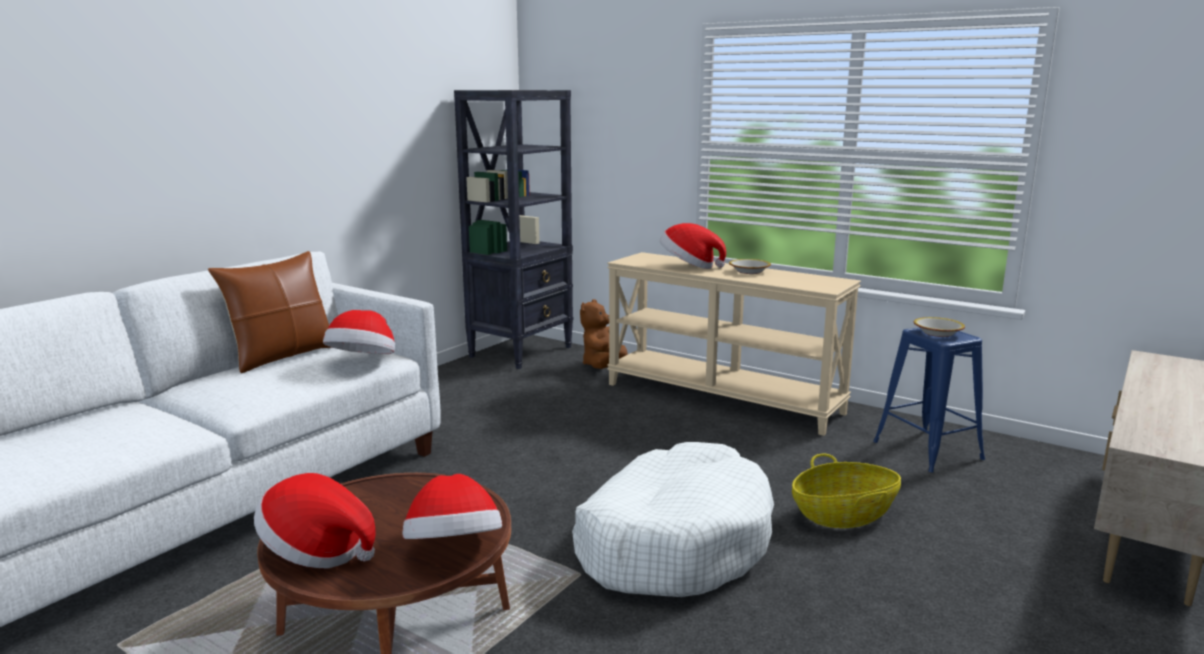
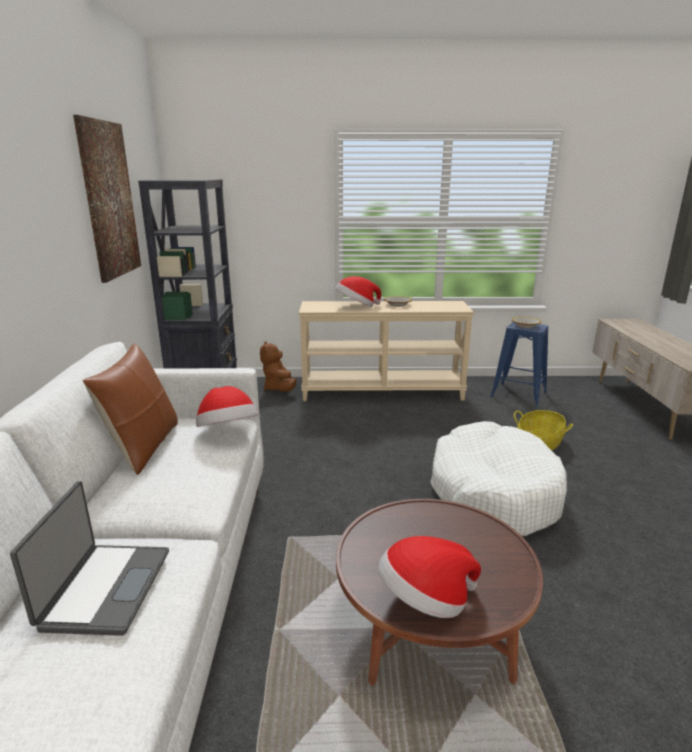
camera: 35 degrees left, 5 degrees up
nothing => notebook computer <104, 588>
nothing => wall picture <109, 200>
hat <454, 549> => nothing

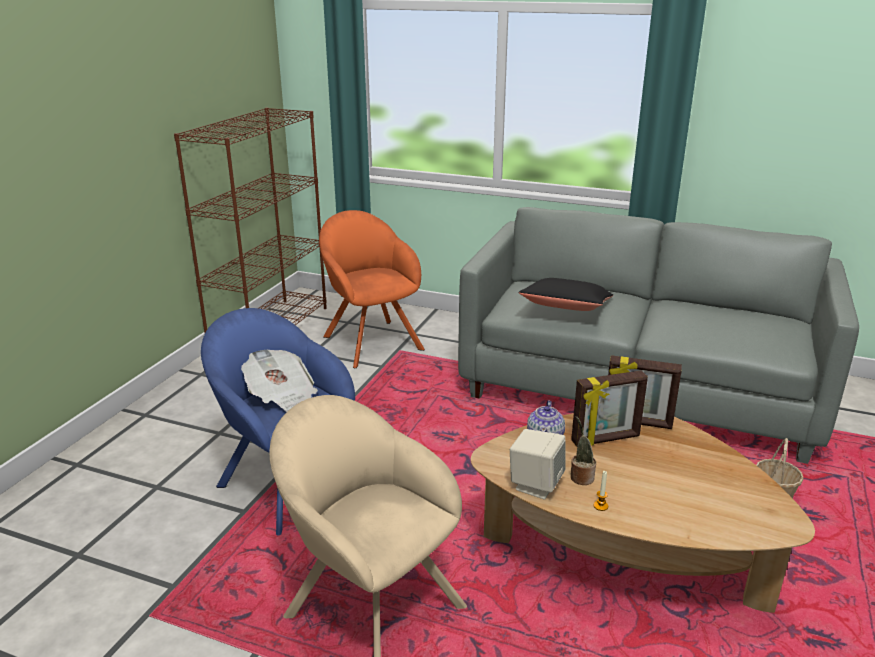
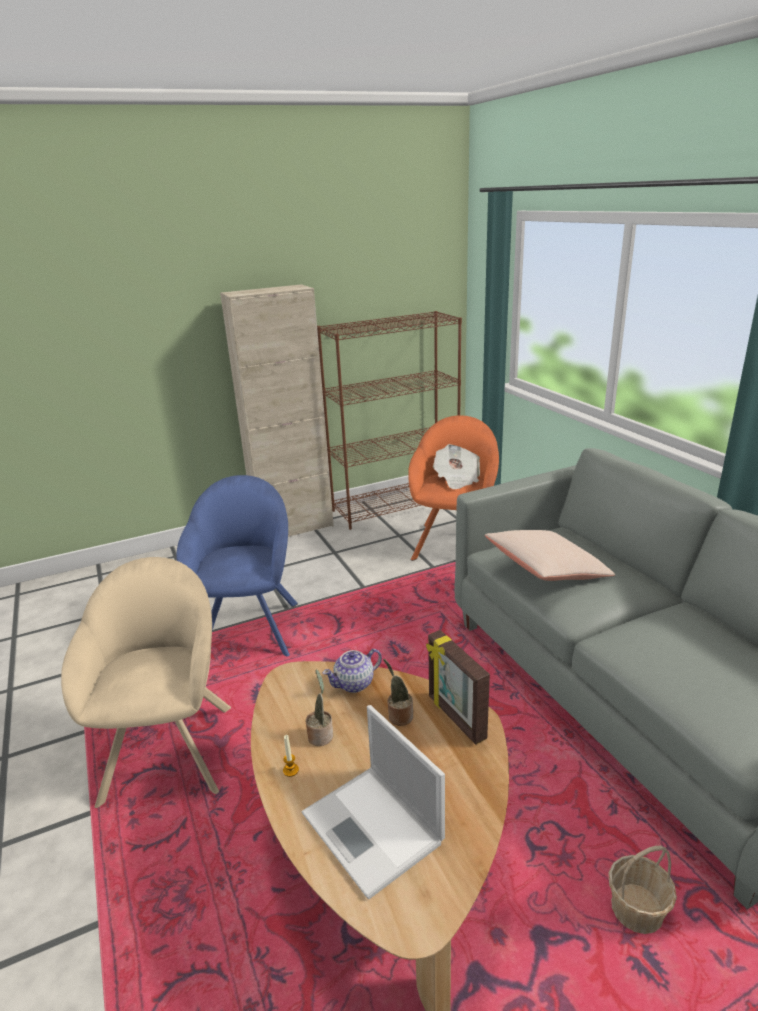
camera: 45 degrees right, 0 degrees up
nothing => beige-coloured cabinet <294, 528>
nothing => notebook computer <374, 829>
picture frame <606, 439> => houseplant <399, 716>
newspaper <281, 397> => newspaper <456, 479>, move
black-coloured throw pillow <566, 309> => beige-coloured throw pillow <546, 571>
beige-coloured loudspeaker <535, 484> => nothing

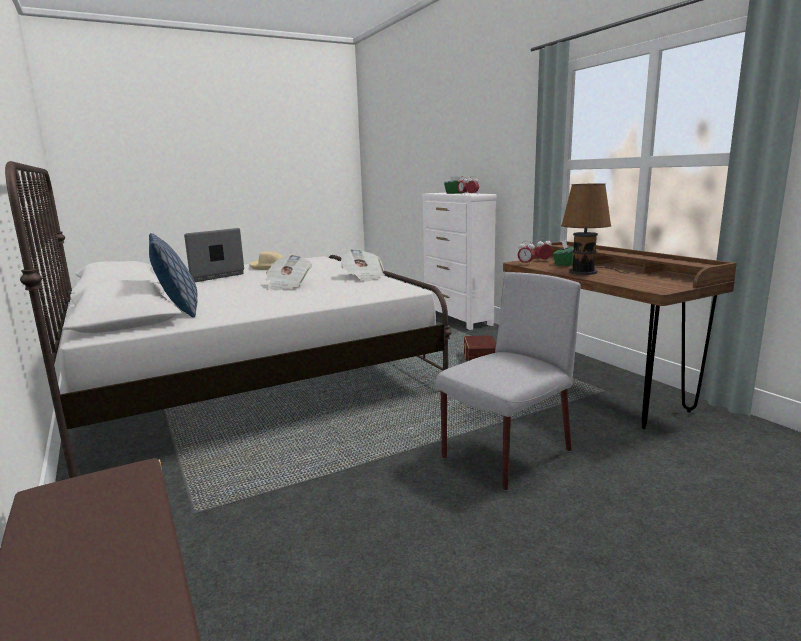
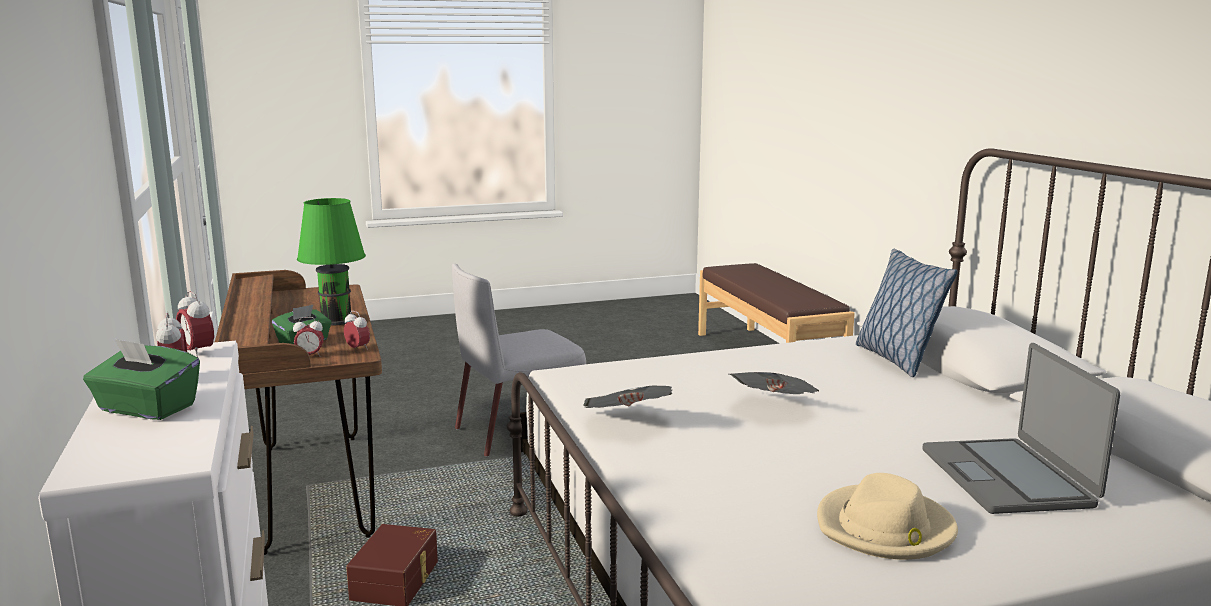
camera: 170 degrees left, 0 degrees up
brown tabletop lamp <586, 272> => greenish tabletop lamp <331, 320>
notebook computer <208, 276> => notebook computer <1008, 477>, 120 degrees clockwise

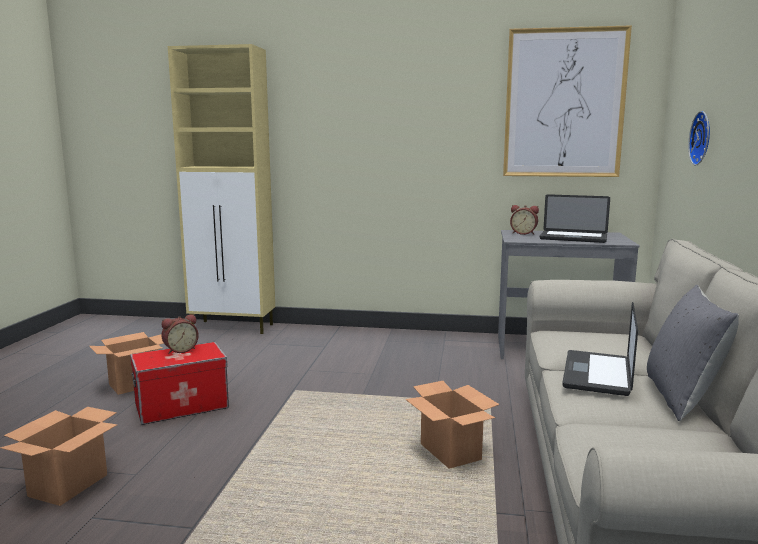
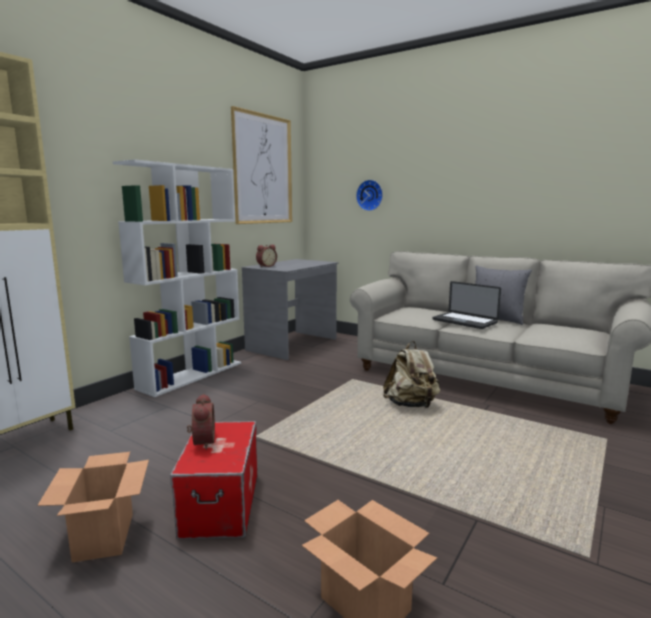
camera: 65 degrees left, 0 degrees up
nothing => whitish shelving unit <191, 375>
cardboard box <451, 453> => beige-coloured backpack <411, 405>
notebook computer <573, 238> => nothing

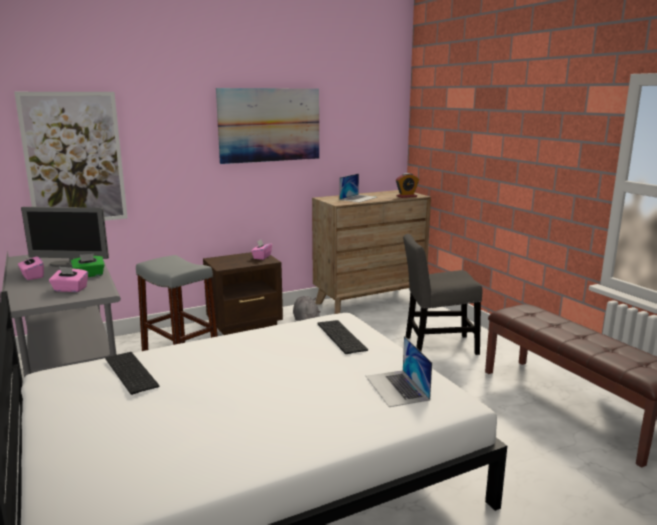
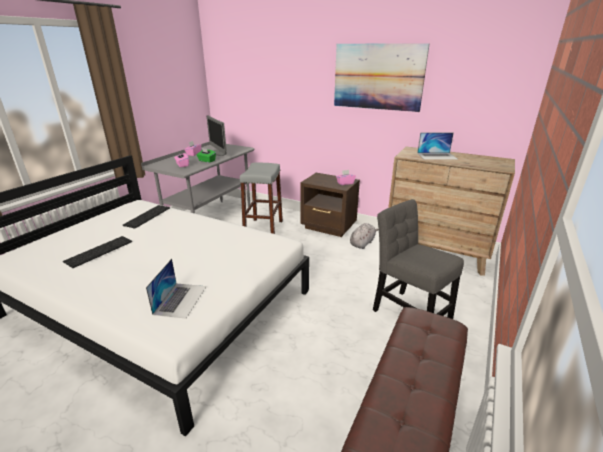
camera: 55 degrees right, 10 degrees up
PC keyboard <339, 336> => PC keyboard <99, 251>, move
notebook computer <397, 388> => notebook computer <180, 299>, 150 degrees clockwise
wall picture <74, 159> => nothing
alarm clock <406, 196> => nothing

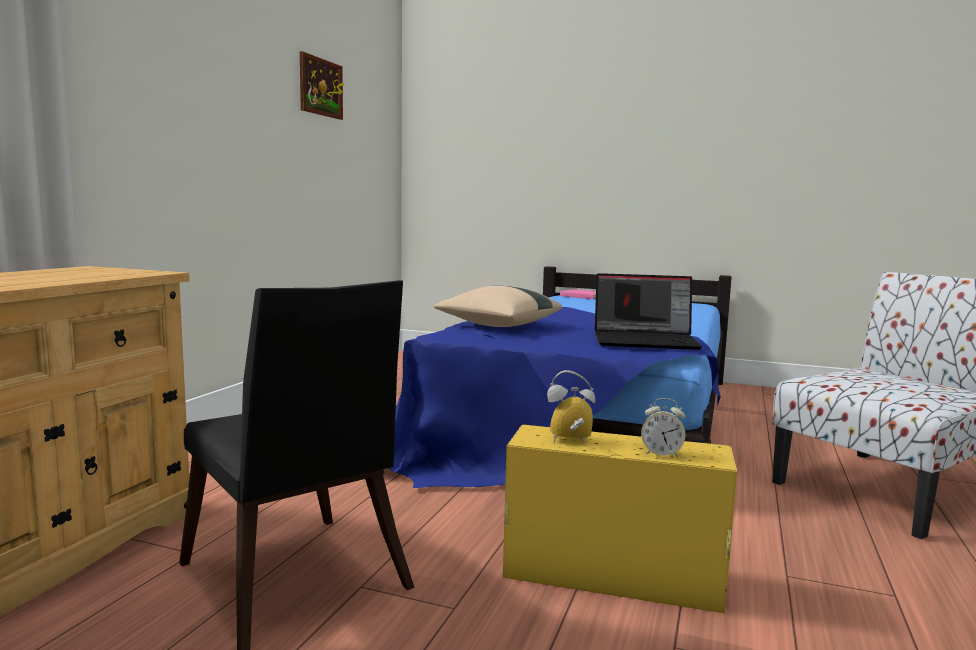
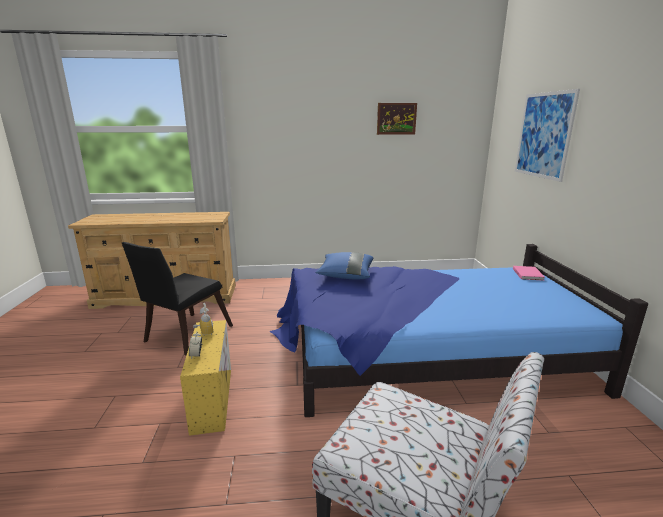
camera: 65 degrees right, 10 degrees up
beige-coloured throw pillow <497, 326> => blue throw pillow <345, 275>
nothing => wall picture <544, 135>
notebook computer <646, 341> => nothing

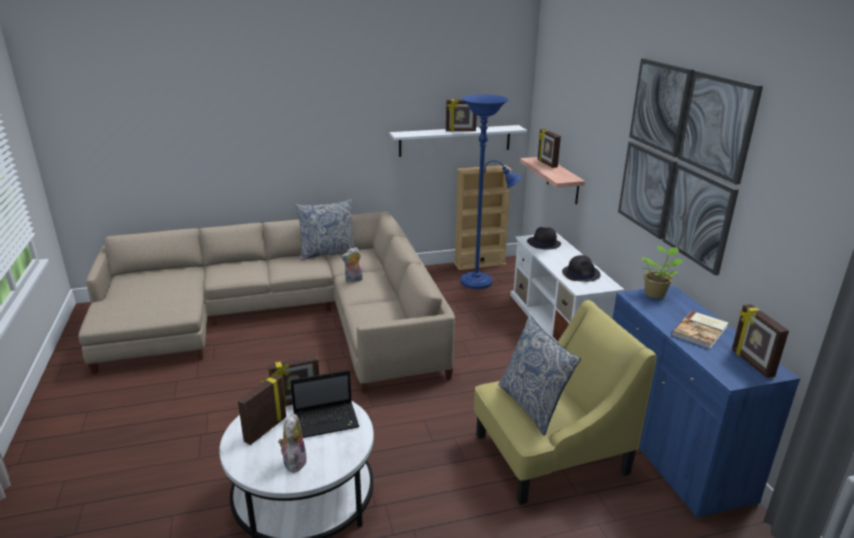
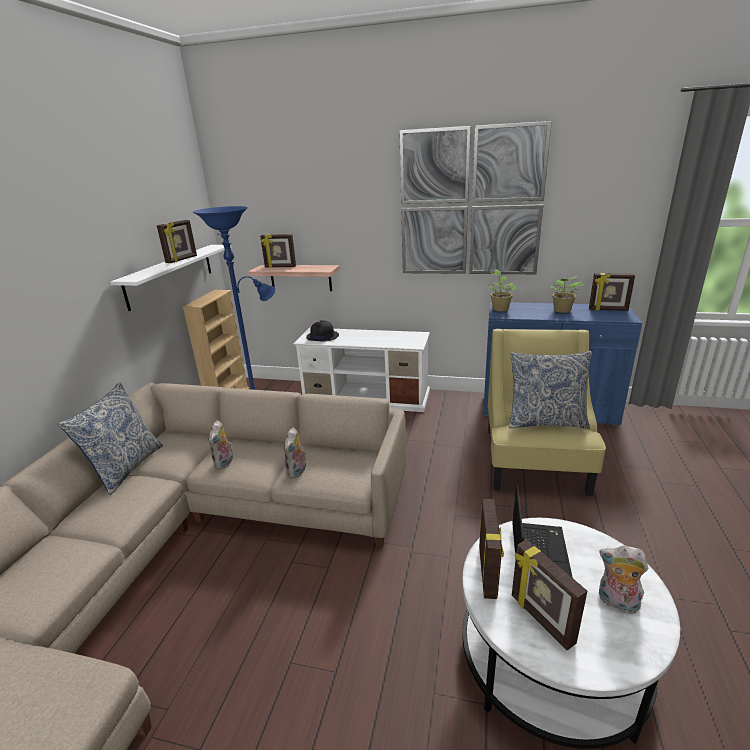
camera: 60 degrees left, 0 degrees up
nothing => cuddly toy <297, 472>
volume <701, 331> => houseplant <562, 311>
black-coloured hat <581, 274> => nothing

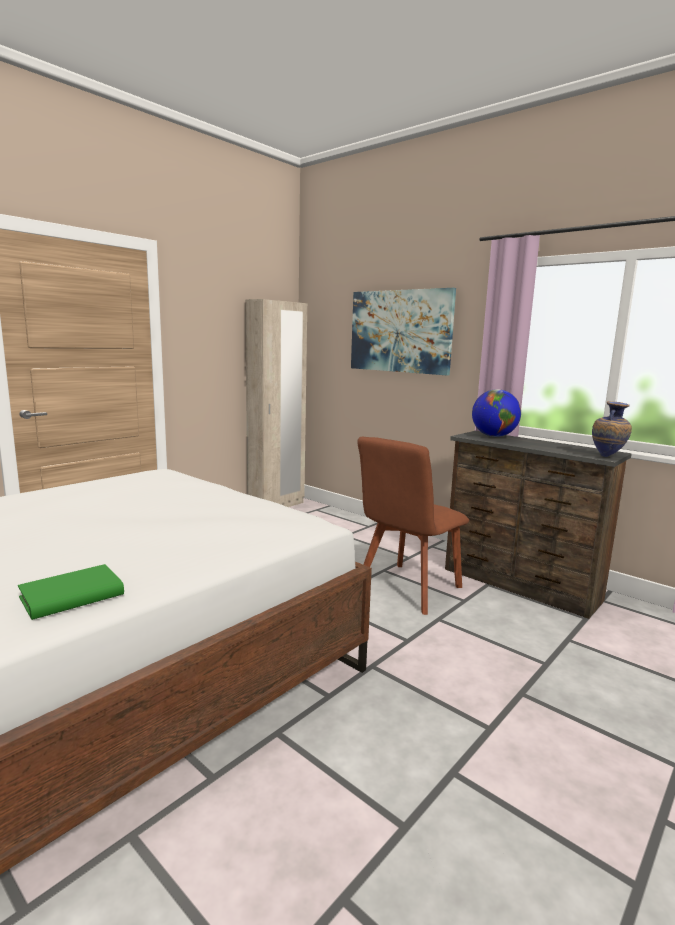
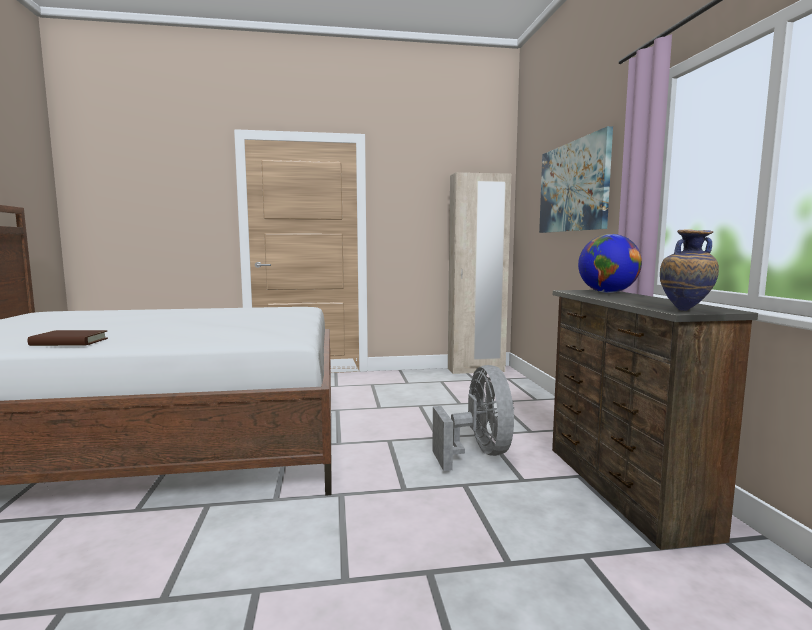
camera: 40 degrees right, 5 degrees down
greenish volume <72, 596> => brown volume <69, 342>
brown chair <406, 589> => gray electric fan <478, 454>

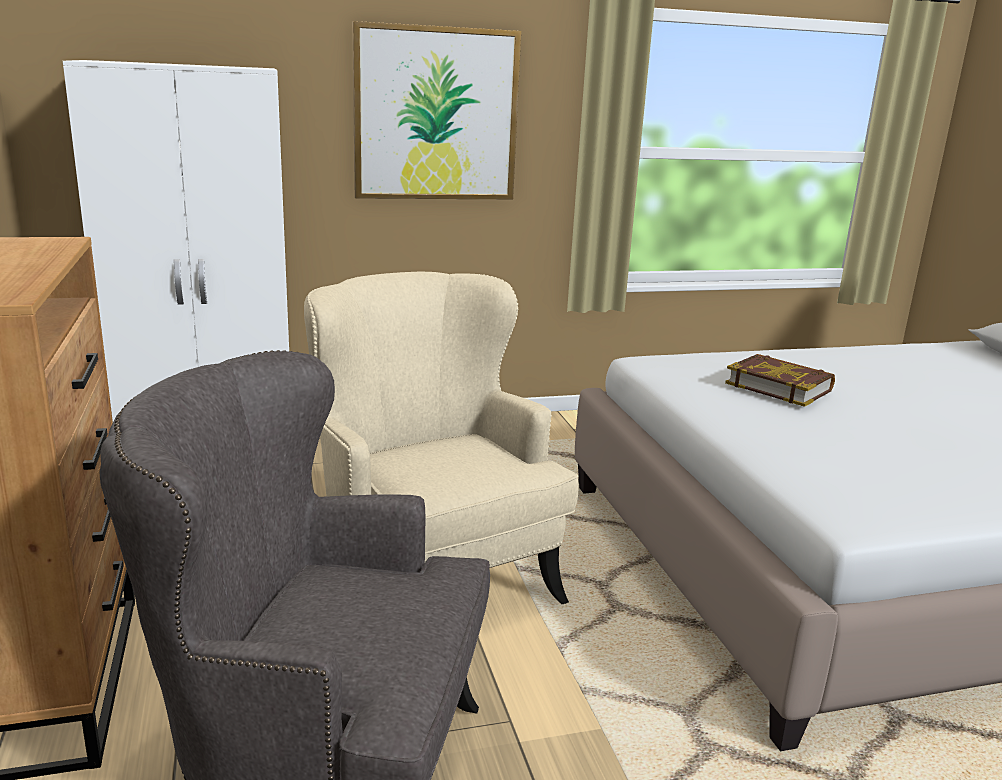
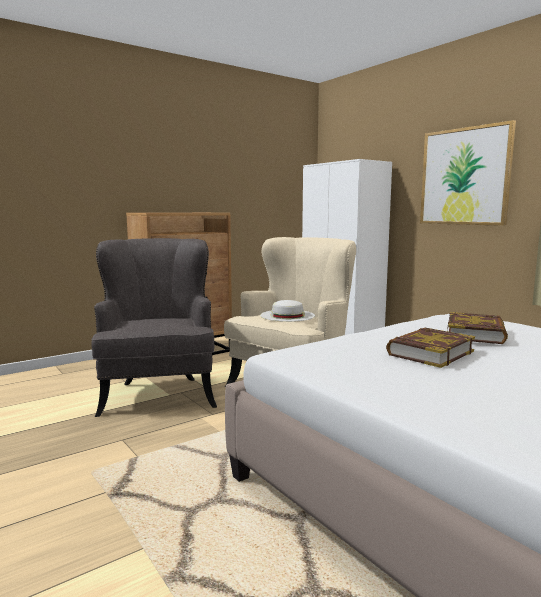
camera: 70 degrees right, 10 degrees down
nothing => whitish hat <287, 315>
nothing => volume <429, 353>

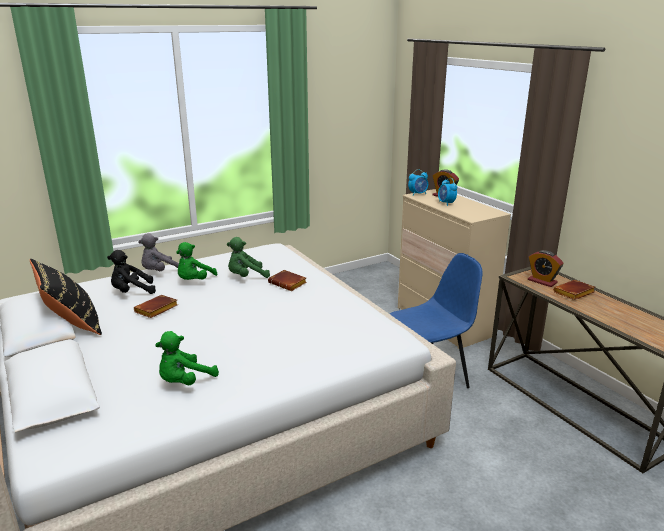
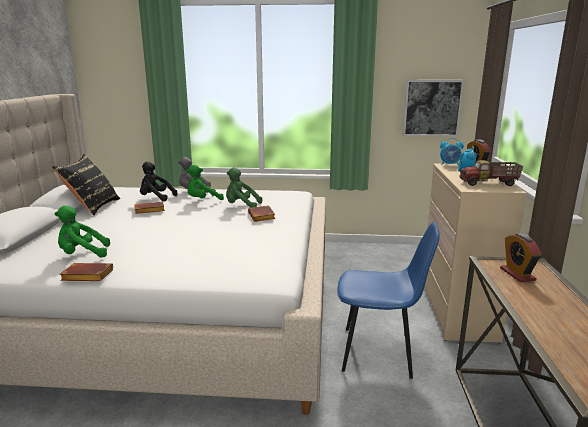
camera: 35 degrees right, 5 degrees down
brown volume <574, 293> => brown volume <86, 276>, move
nothing => wall picture <432, 108>
nothing => toy lorry <489, 183>

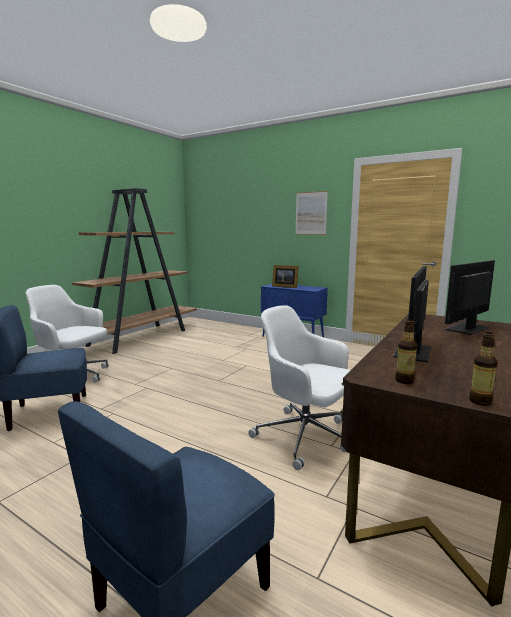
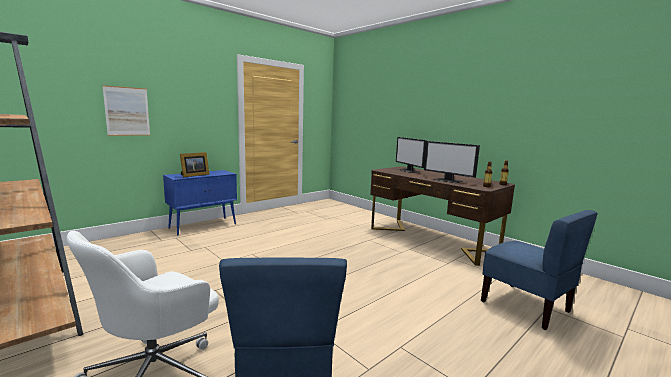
camera: 75 degrees left, 0 degrees up
wall picture <311, 213> => wall picture <127, 111>, move
whitish computer chair <305, 437> => nothing

